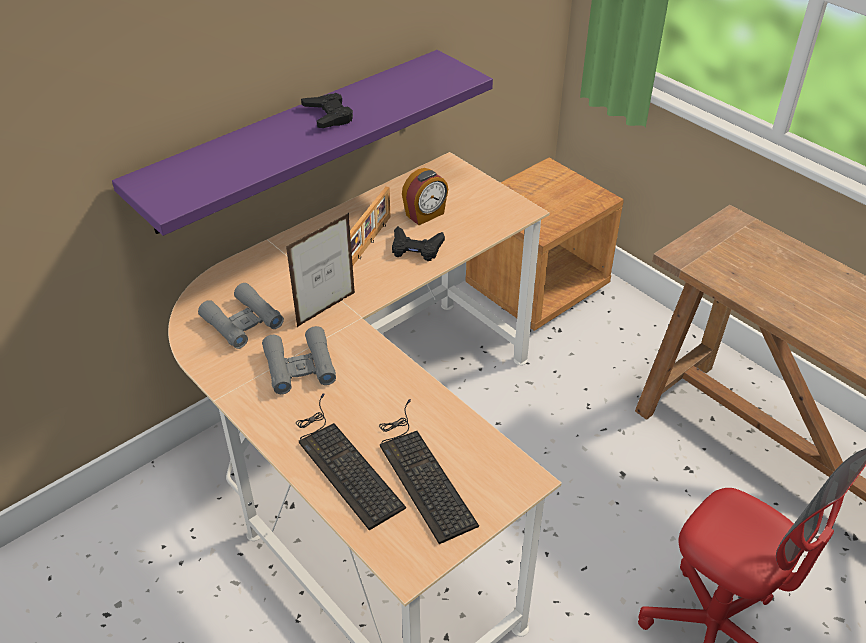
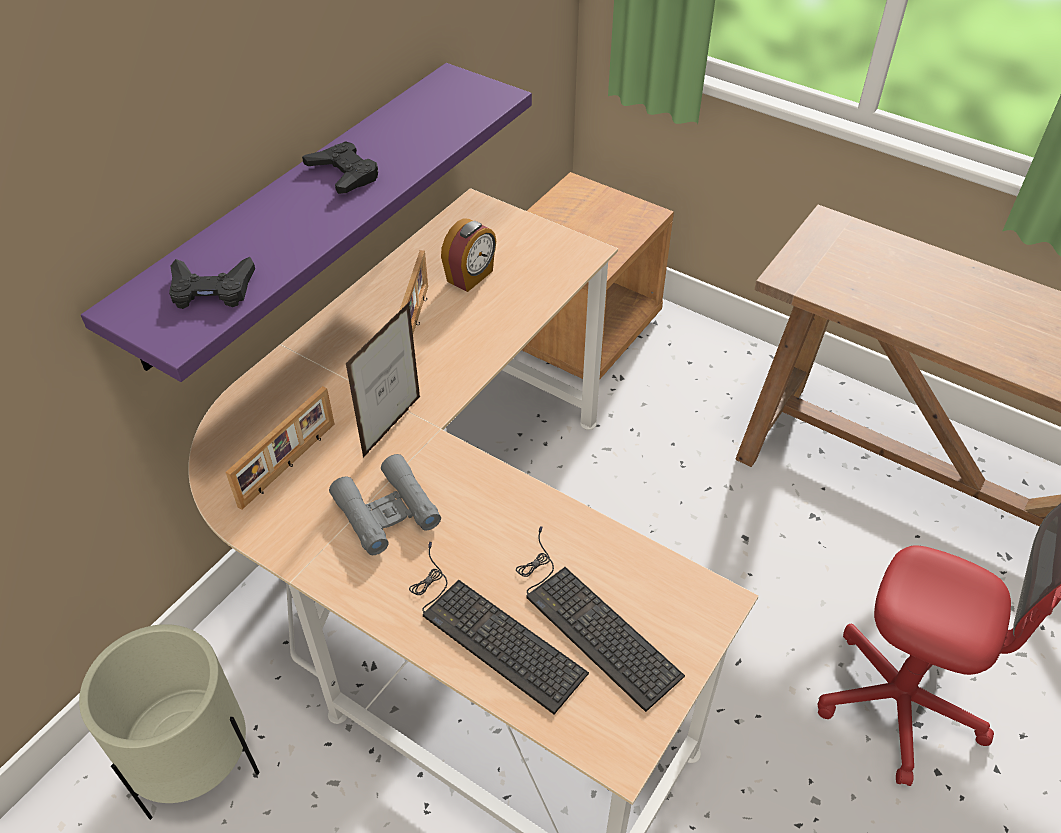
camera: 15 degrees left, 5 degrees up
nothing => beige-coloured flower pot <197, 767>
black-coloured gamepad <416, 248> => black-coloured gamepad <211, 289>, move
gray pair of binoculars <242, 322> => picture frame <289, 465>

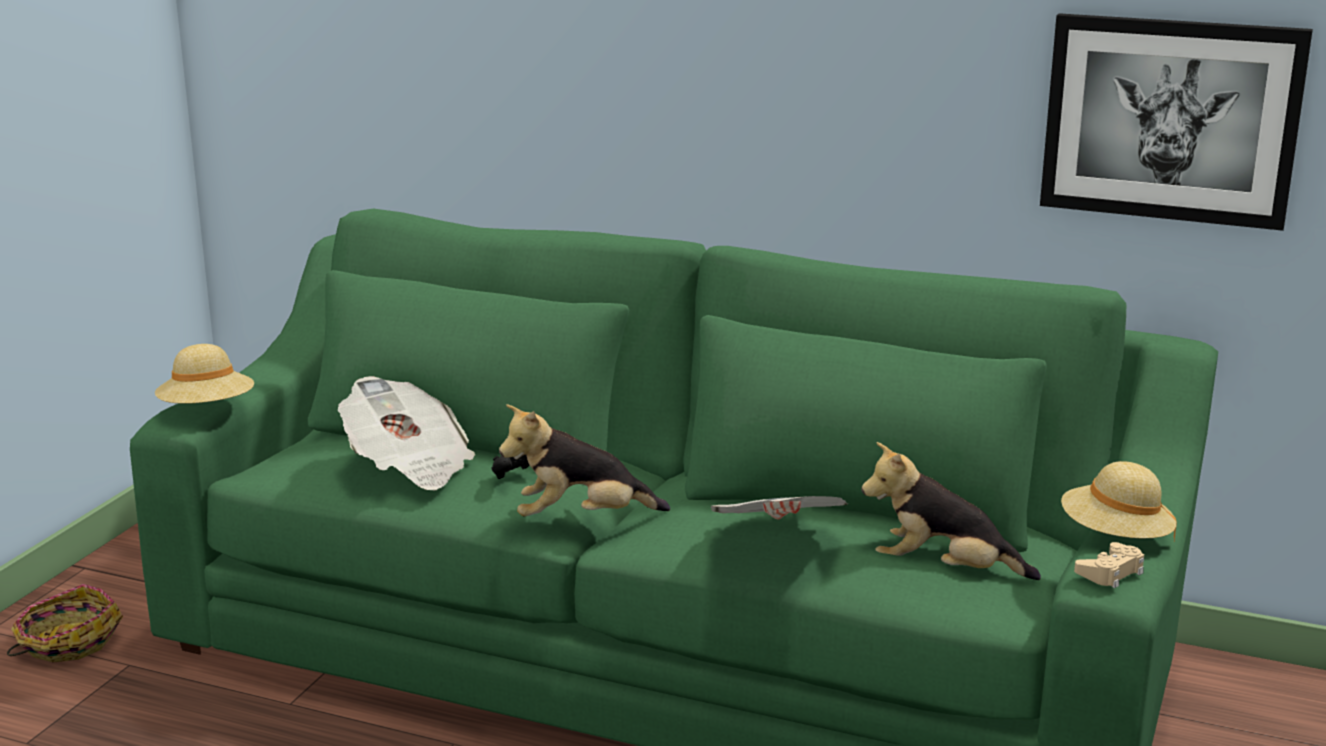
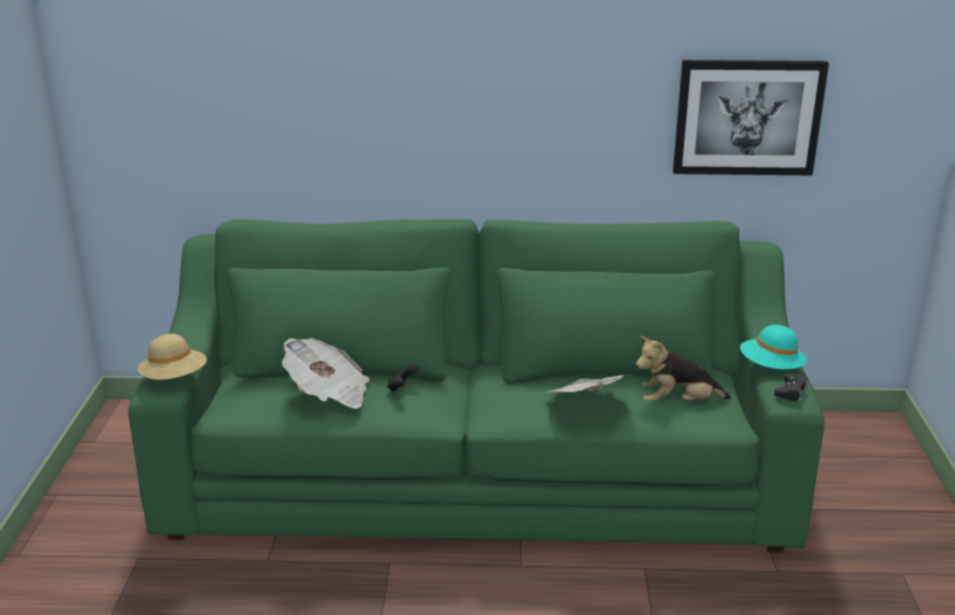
camera: 20 degrees left, 5 degrees up
beige-coloured hat <1115, 538> => turquoise hat <771, 368>
beige-coloured gamepad <1110, 572> => black-coloured gamepad <791, 391>
storage basket <67, 642> => nothing
cuddly toy <581, 519> => nothing

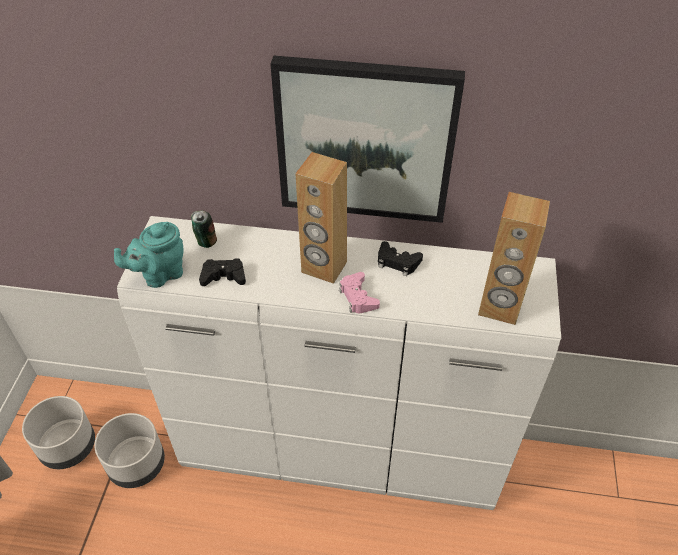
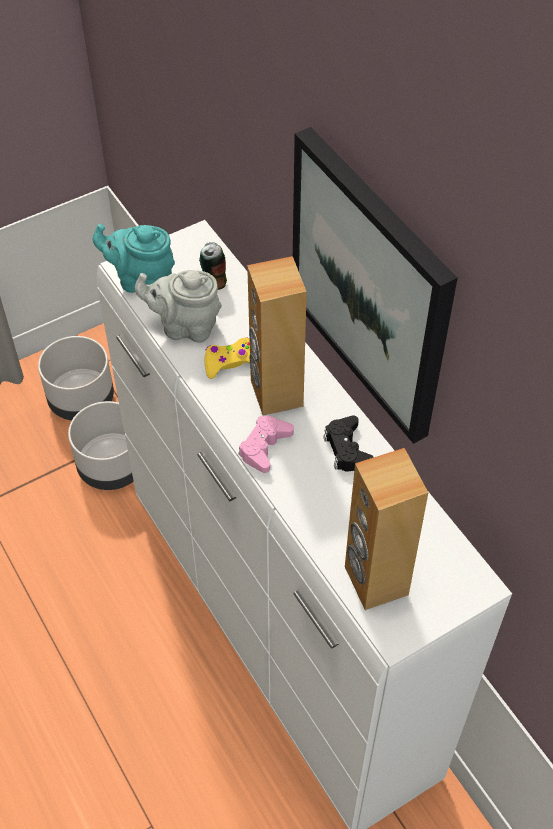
camera: 50 degrees right, 5 degrees up
black-coloured gamepad <224, 276> => gray tea pot <185, 327>
nothing => yellowish gamepad <231, 362>

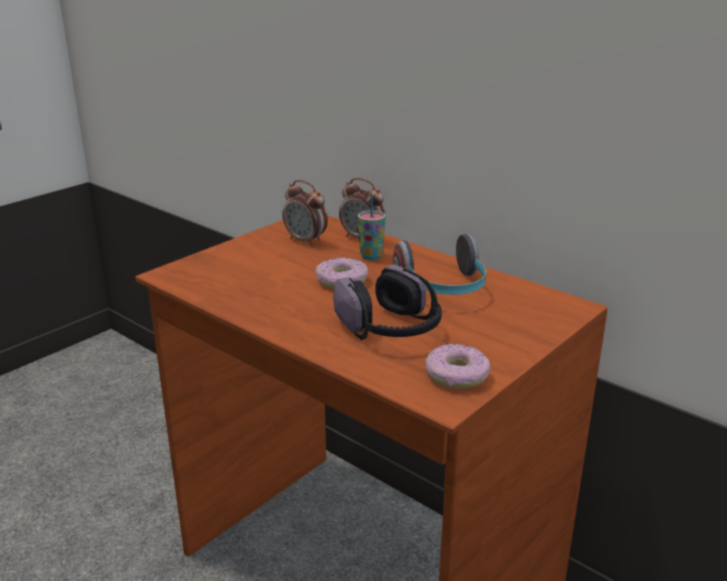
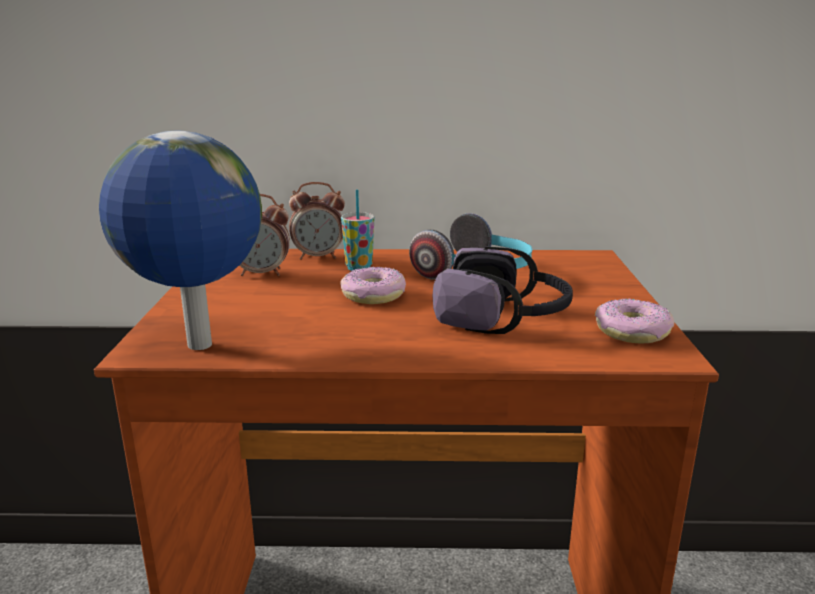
camera: 40 degrees left, 5 degrees down
nothing => world globe <199, 346>

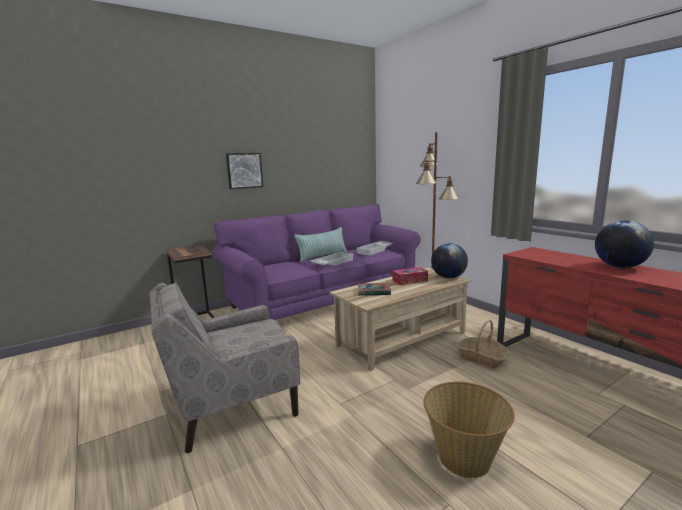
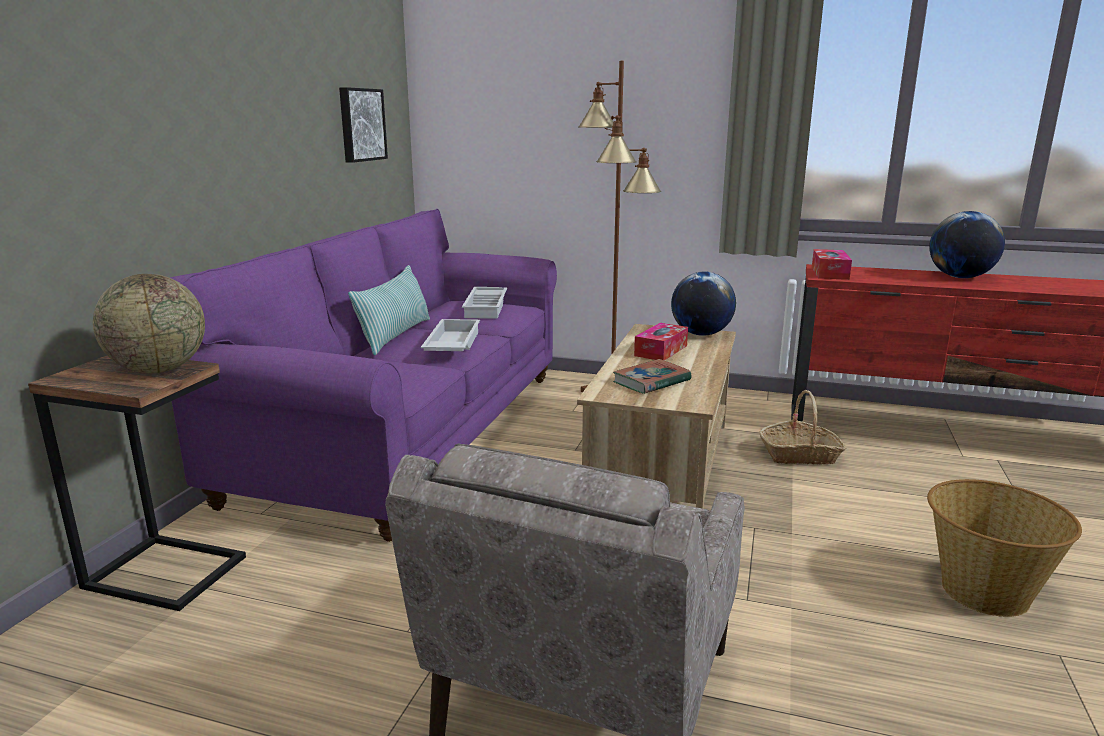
camera: 40 degrees left, 5 degrees up
nothing => world globe <159, 370>
wall picture <244, 170> => wall picture <361, 125>, move
nothing => box of tissues <829, 273>

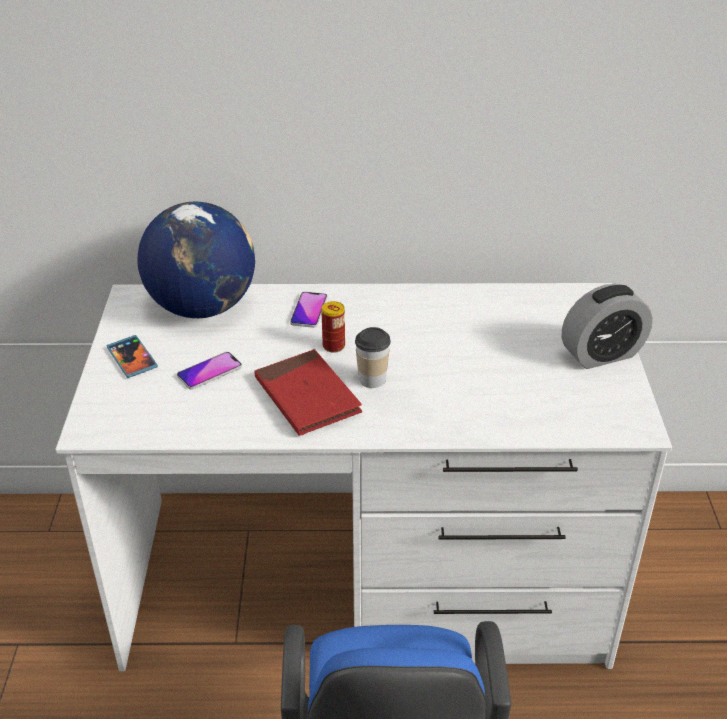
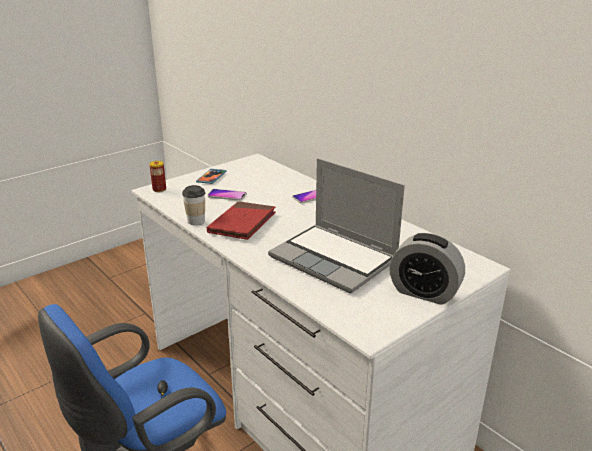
camera: 50 degrees right, 10 degrees down
metal can <333, 346> => metal can <159, 189>, move
small cup <372, 379> => small cup <196, 221>, move
nothing => notebook computer <335, 259>
world globe <202, 307> => nothing

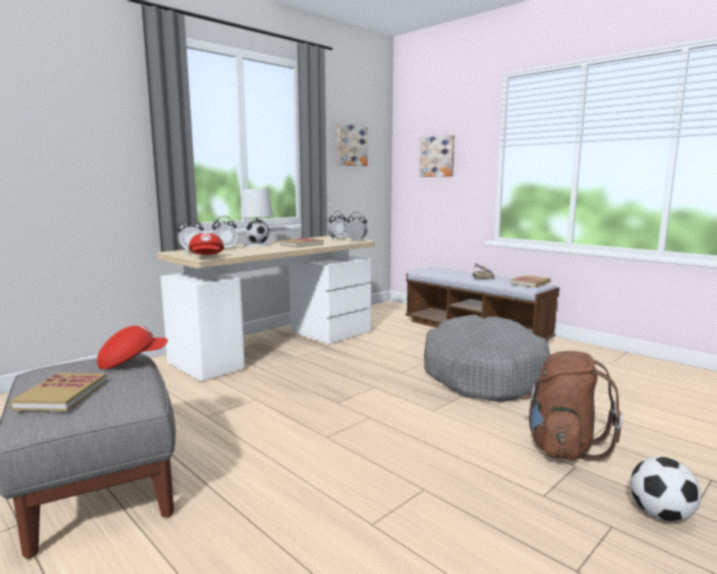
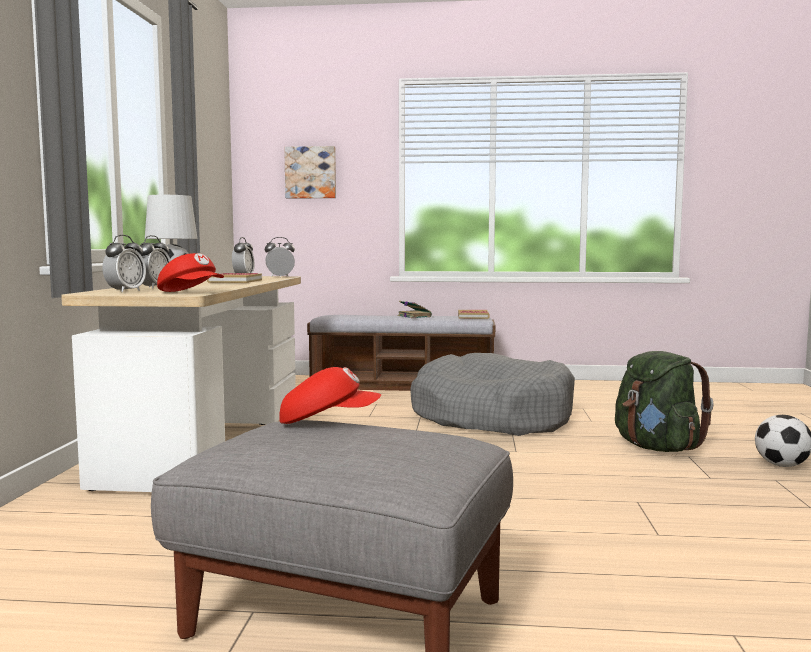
camera: 40 degrees left, 5 degrees down
red baseball cap <132, 361> => red baseball cap <328, 421>, 75 degrees clockwise
brown backpack <562, 447> => greenish backpack <657, 448>
volume <62, 395> => nothing
wall picture <351, 145> => nothing

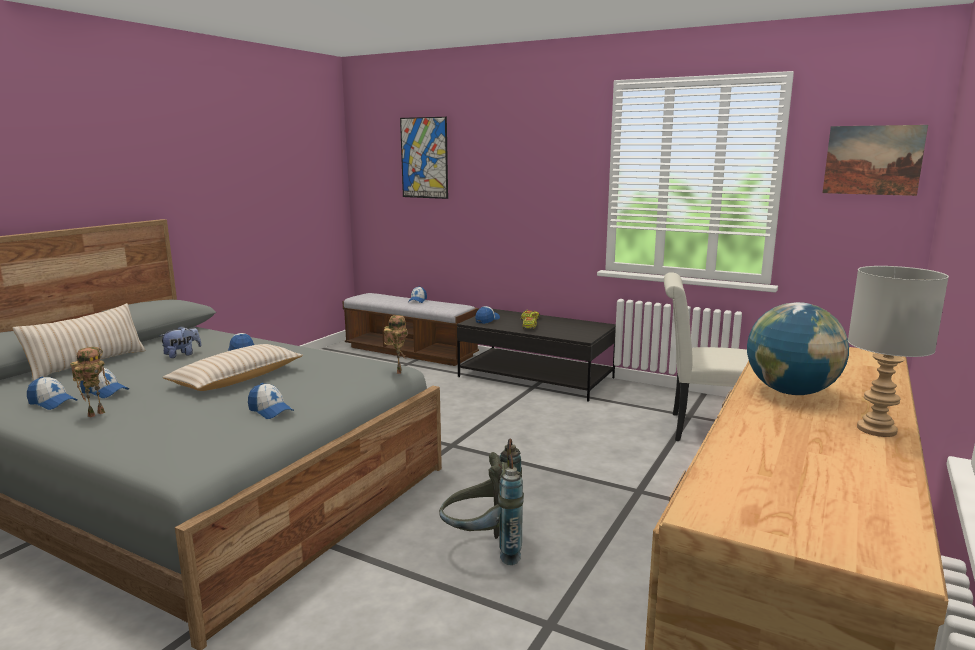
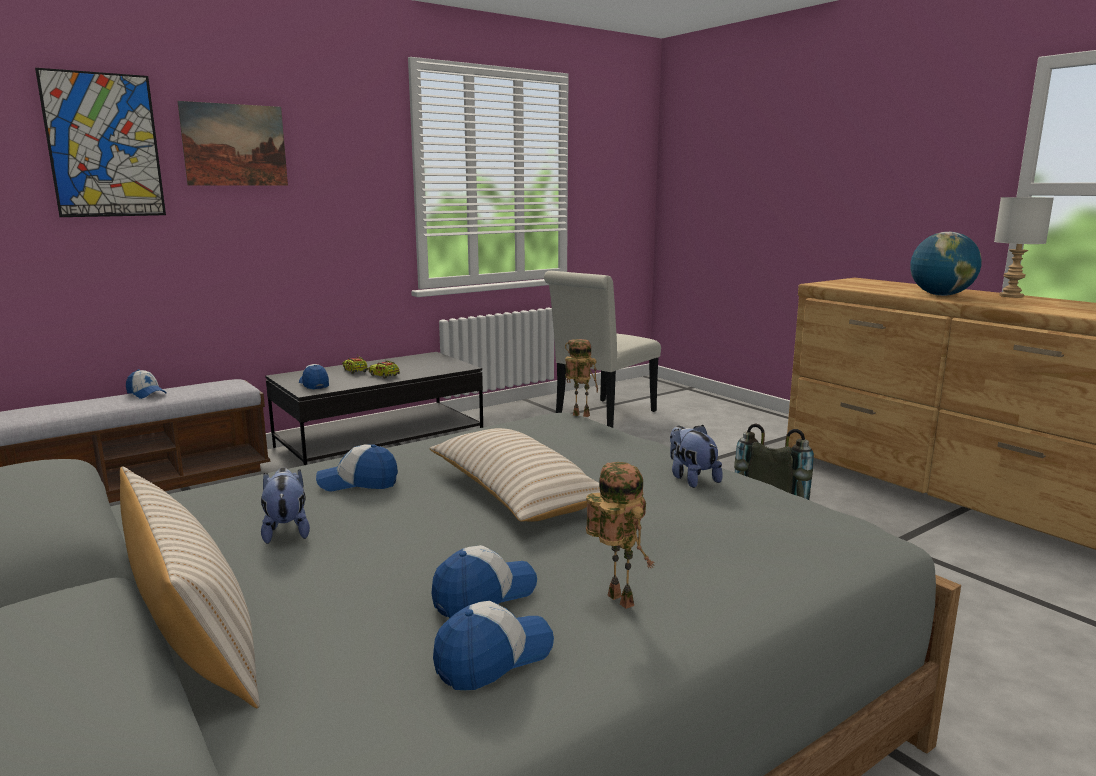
camera: 65 degrees left, 0 degrees up
wall picture <873, 160> => wall picture <235, 145>, move
baseball cap <270, 411> => cuddly toy <691, 478>

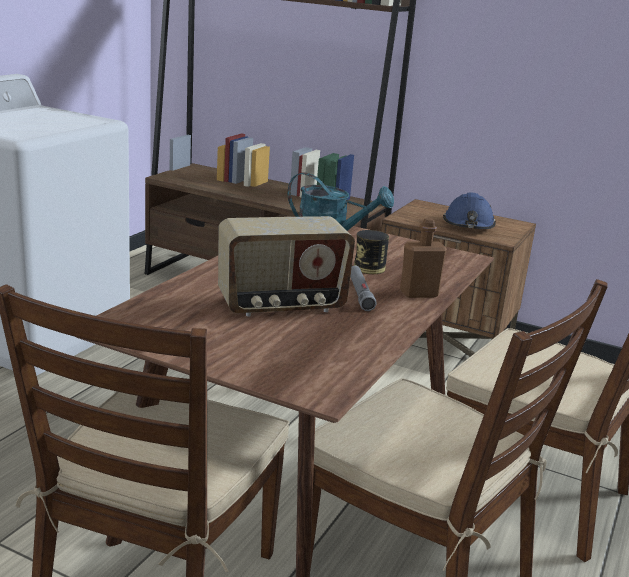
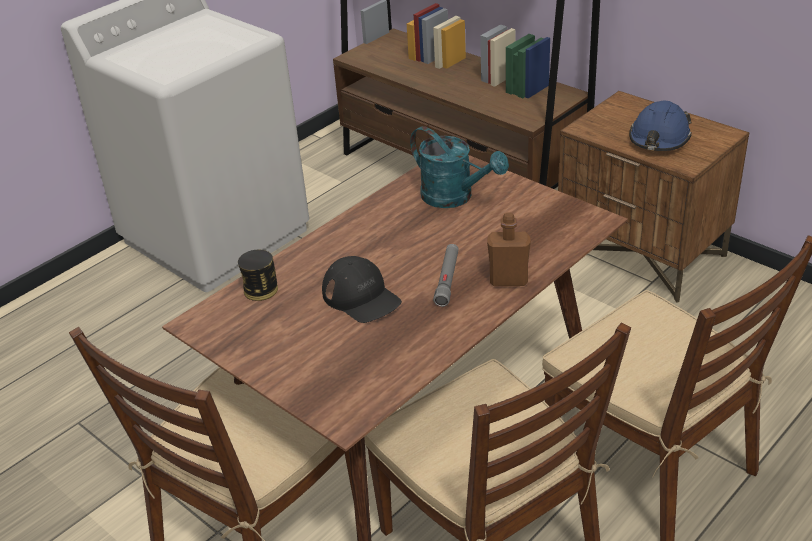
camera: 20 degrees right, 15 degrees up
metal can <369, 268> => metal can <261, 290>, move
radio <281, 305> => black-coloured baseball cap <361, 297>

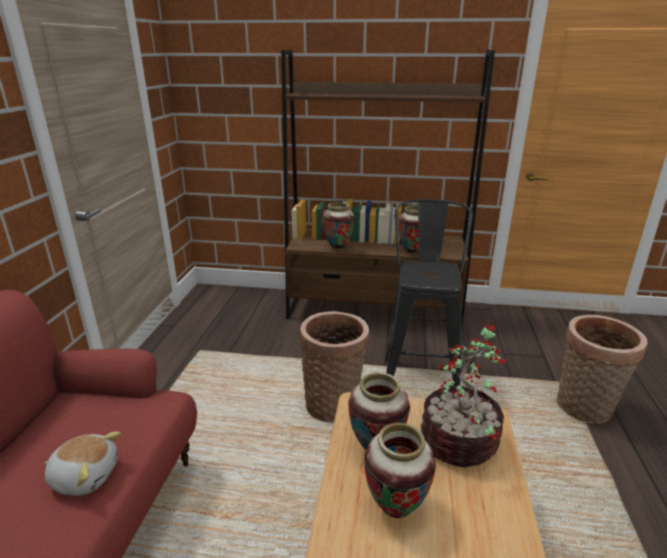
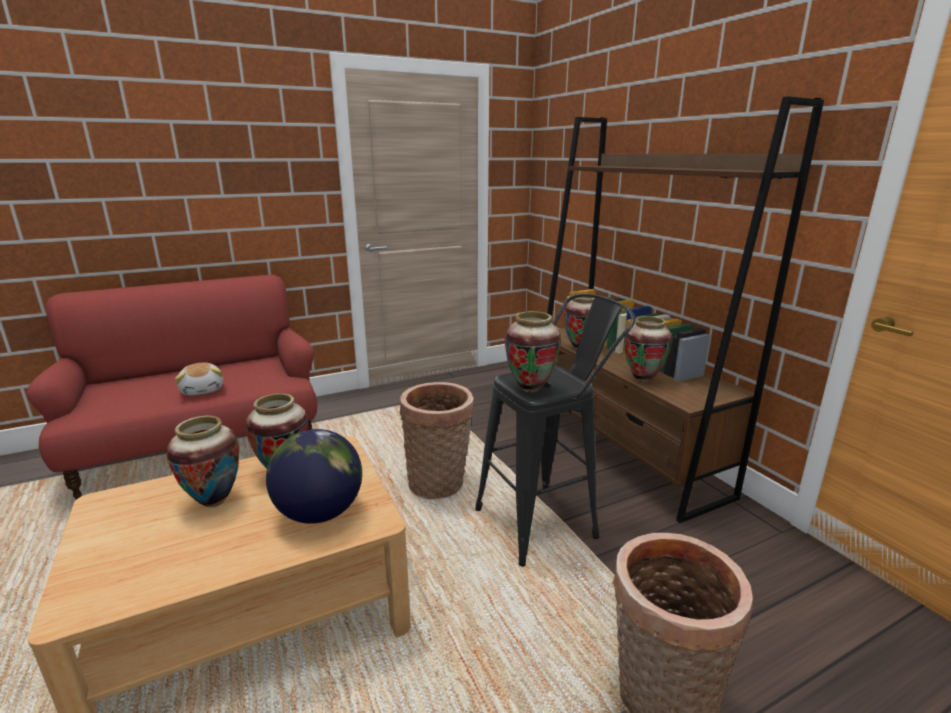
camera: 55 degrees right, 5 degrees down
houseplant <459, 444> => world globe <320, 512>
nothing => flower vase <530, 388>

